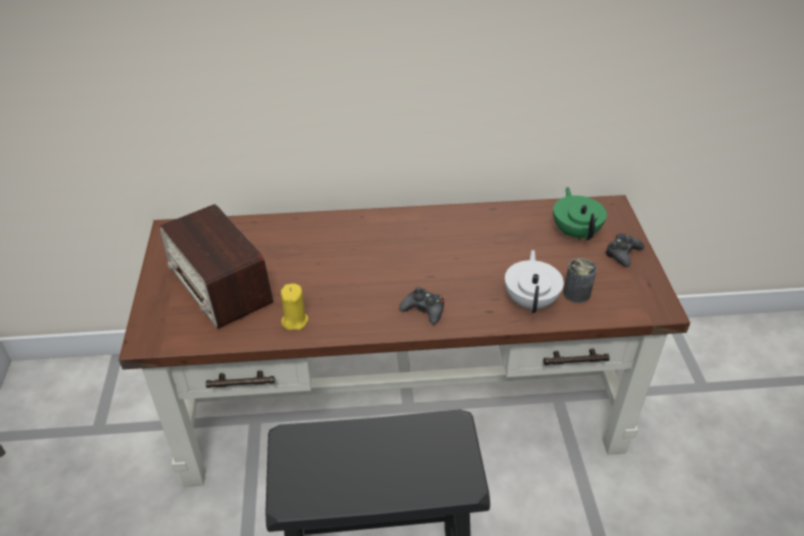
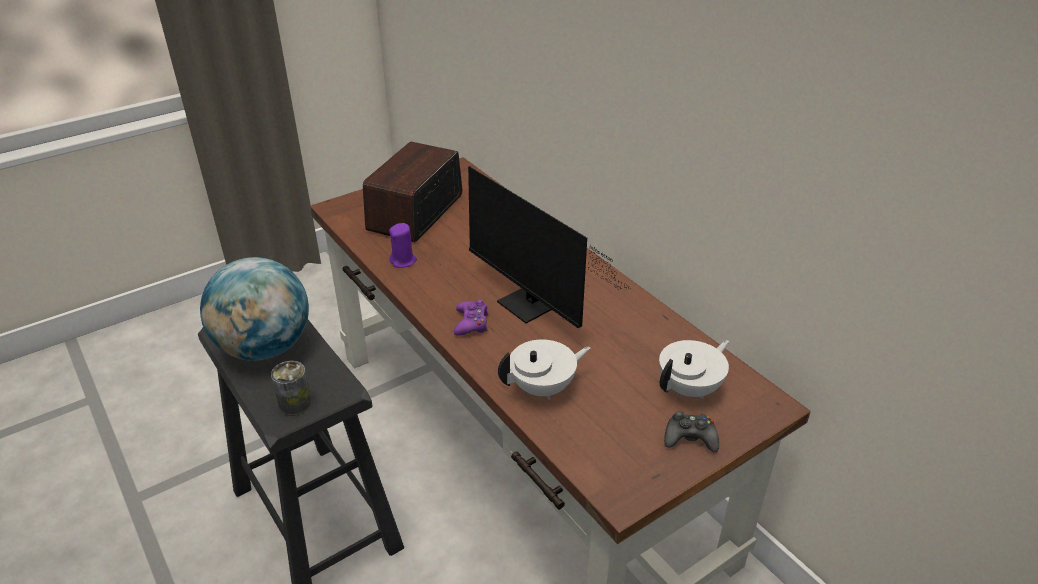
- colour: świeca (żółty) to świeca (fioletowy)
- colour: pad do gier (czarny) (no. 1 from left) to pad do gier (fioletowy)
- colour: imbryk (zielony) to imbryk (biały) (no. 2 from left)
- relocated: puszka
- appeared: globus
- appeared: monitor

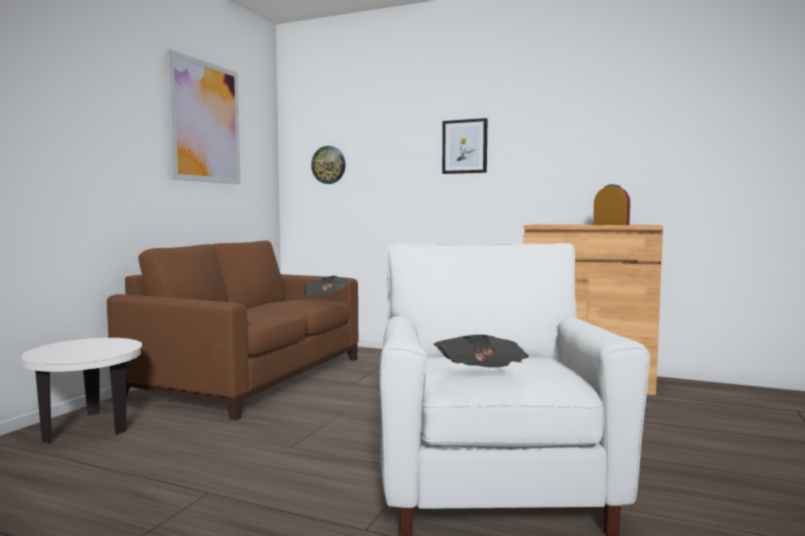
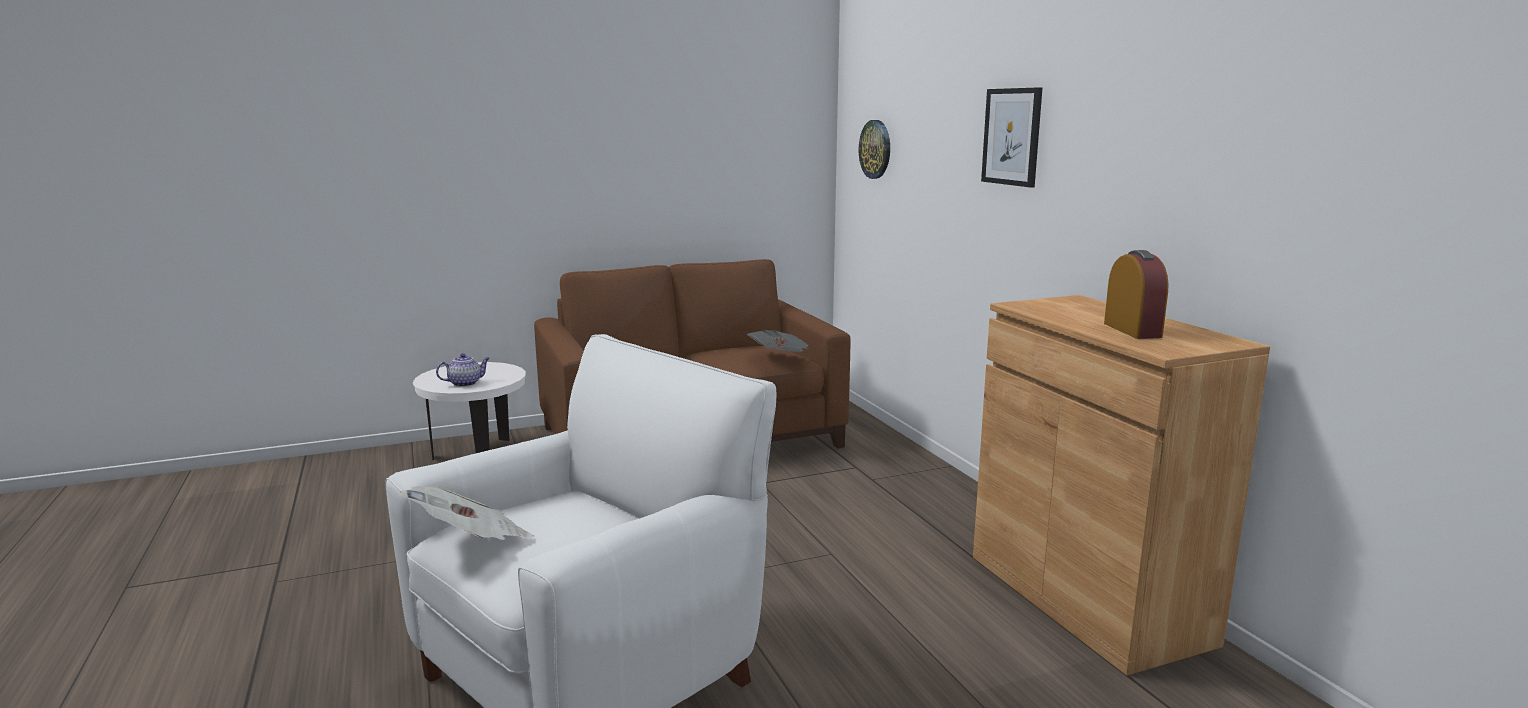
- missing: obraz (no. 1 from left)
- appeared: imbryk

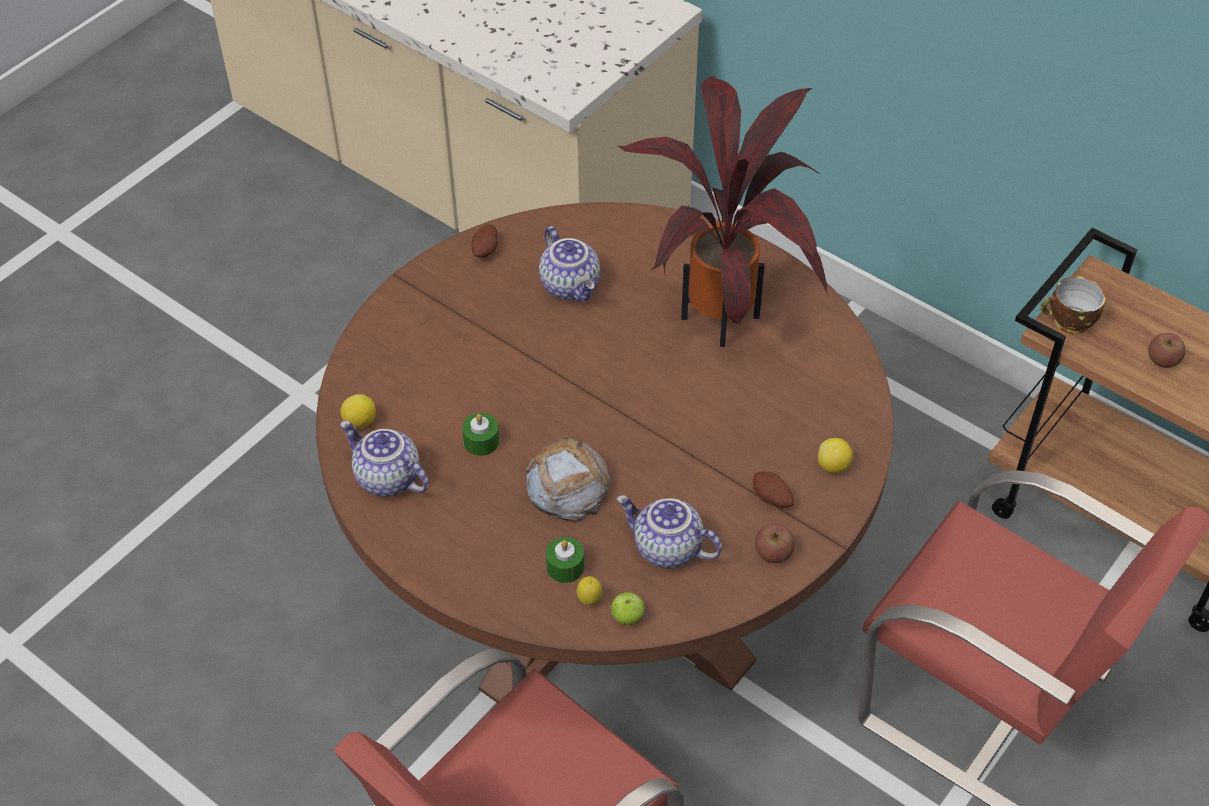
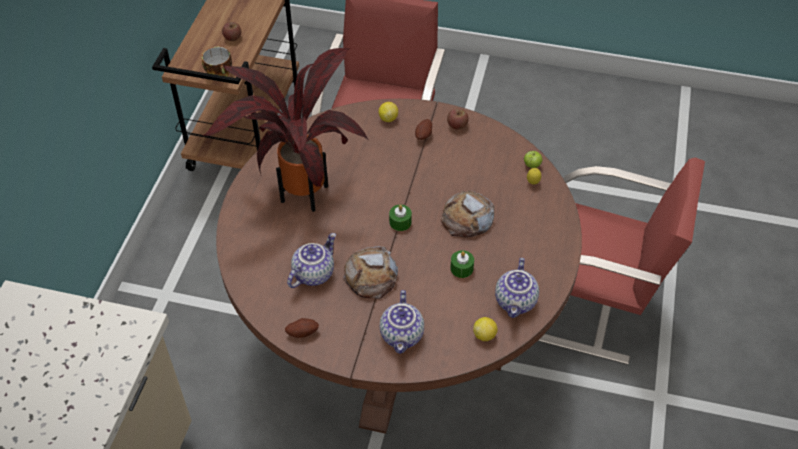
- relocated: świeca (zielony) (no. 2 from left in the first image) to świeca (zielony) (no. 1 from left)
- relocated: imbryk (no. 3 from left in the first image) to imbryk (no. 2 from left)
- appeared: chleb (no. 1 from left)

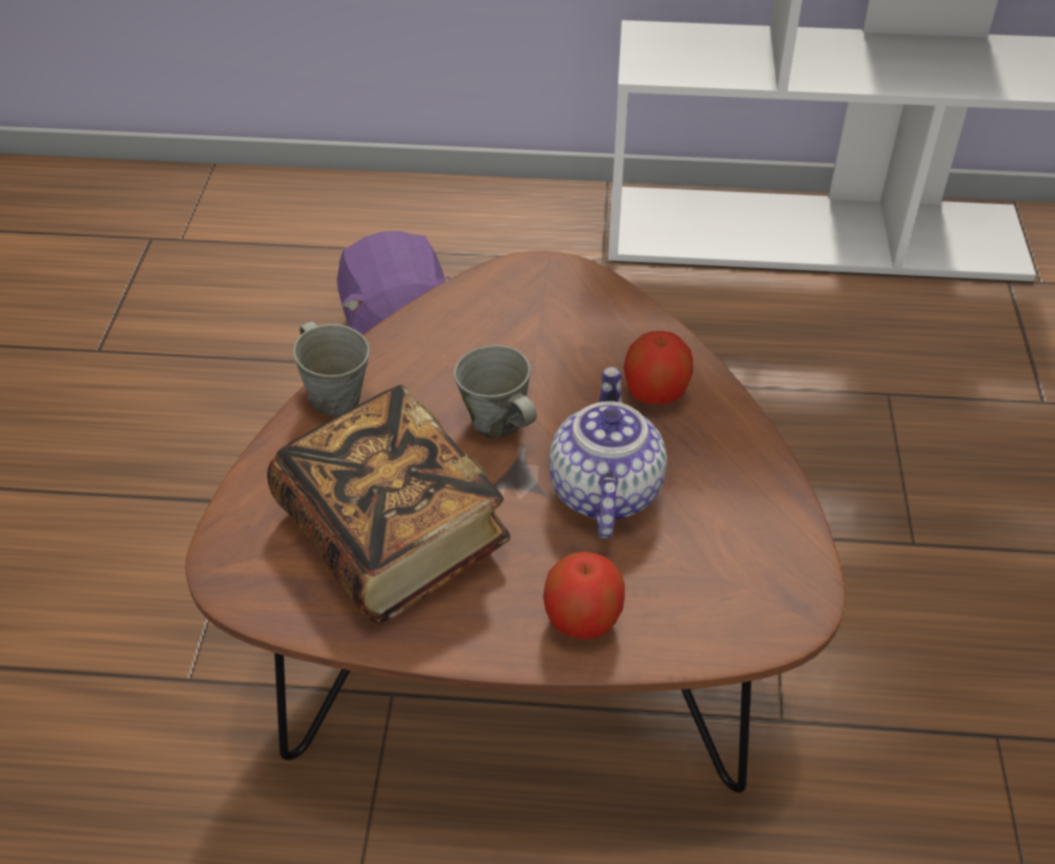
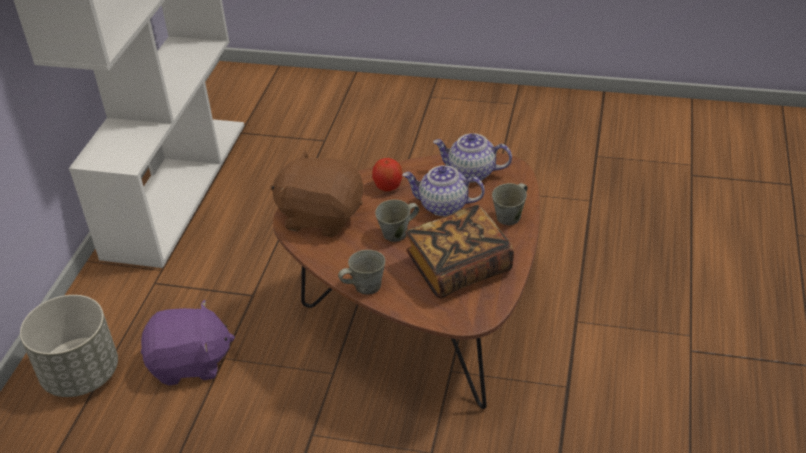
- exchanged: jabłko (no. 1 from left) to kubek (szary) (no. 3 from left)
- appeared: donica (szary)
- appeared: pluszak (brązowy)
- appeared: imbryk (no. 2 from left)

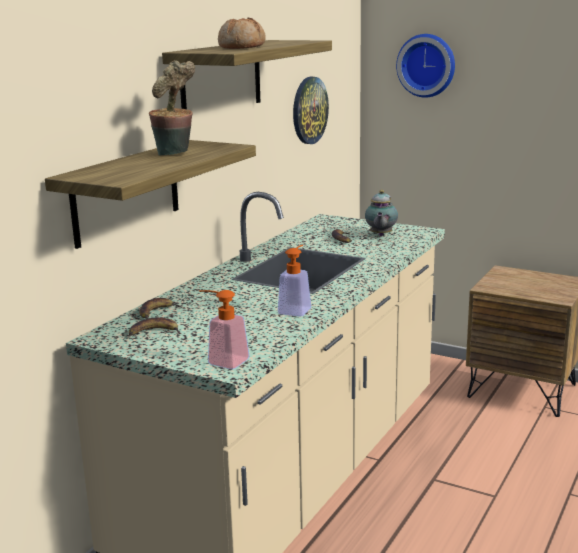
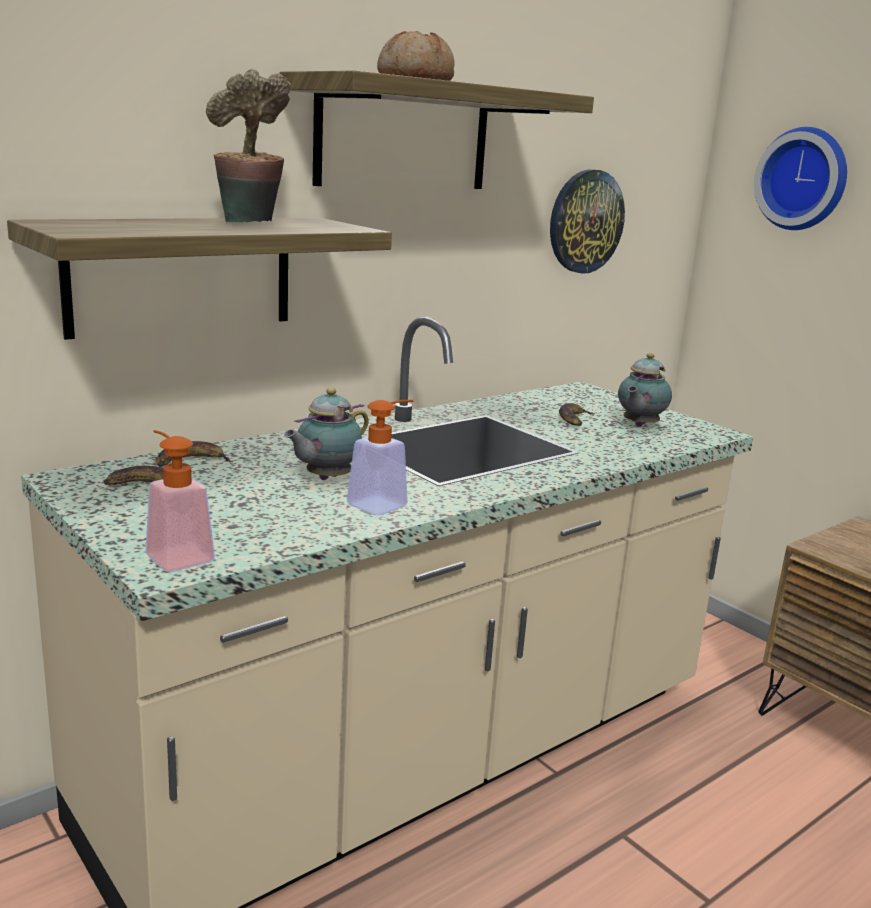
- appeared: imbryk (no. 1 from left)

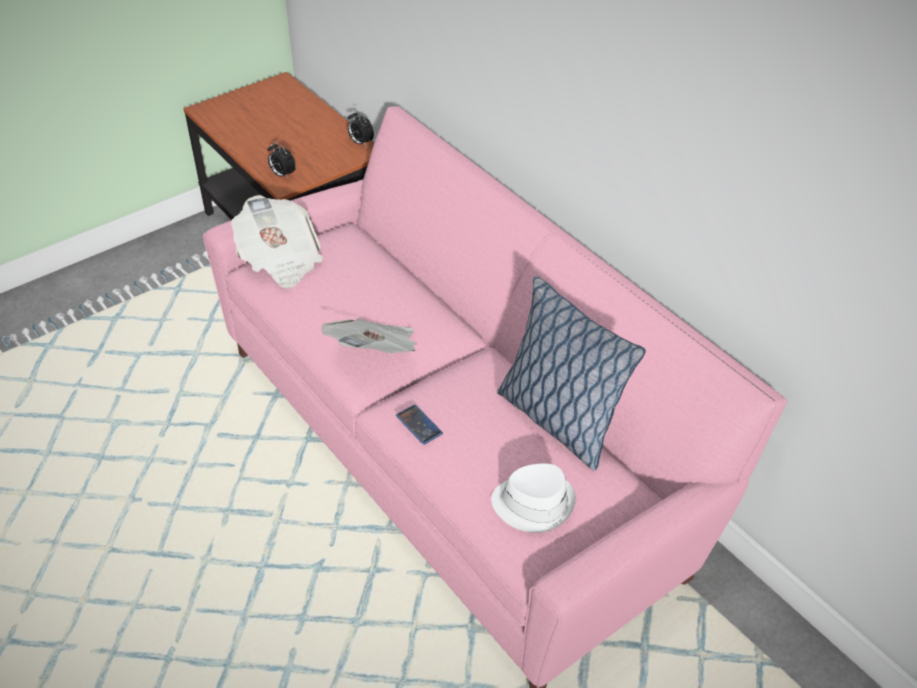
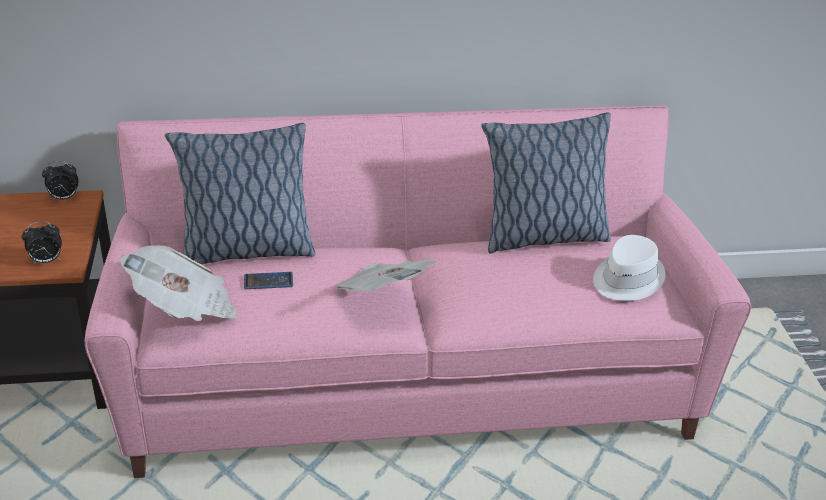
- relocated: telefon
- appeared: poduszka (no. 1 from left)

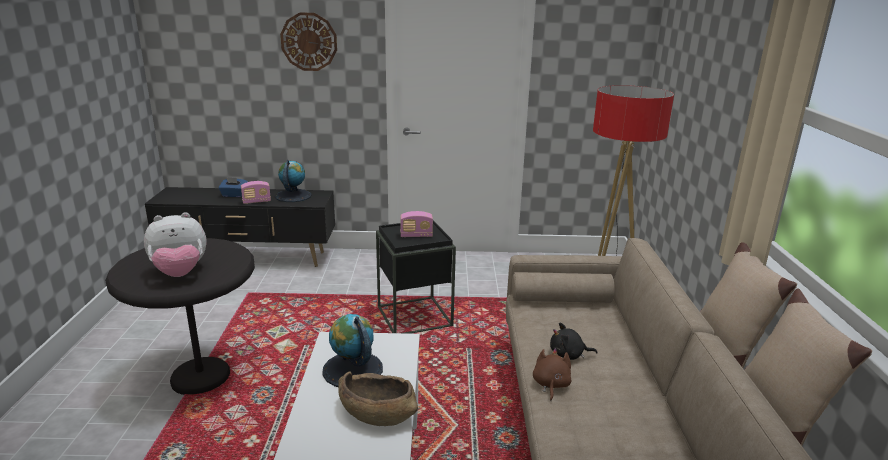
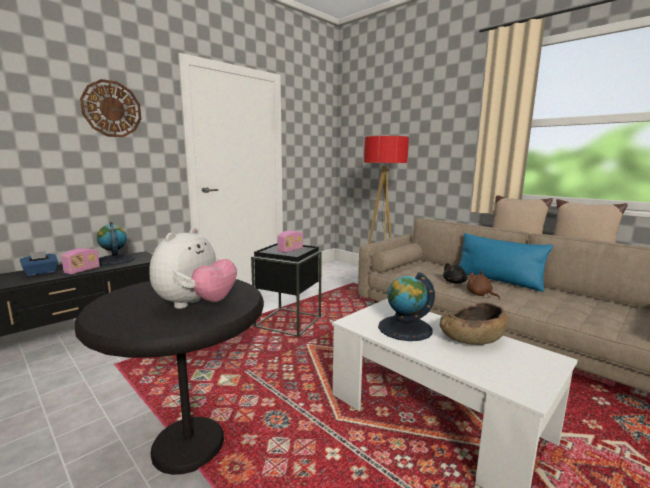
- appeared: poduszka (niebieski)

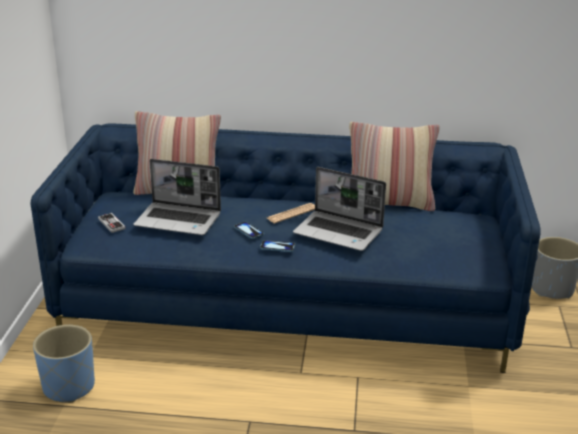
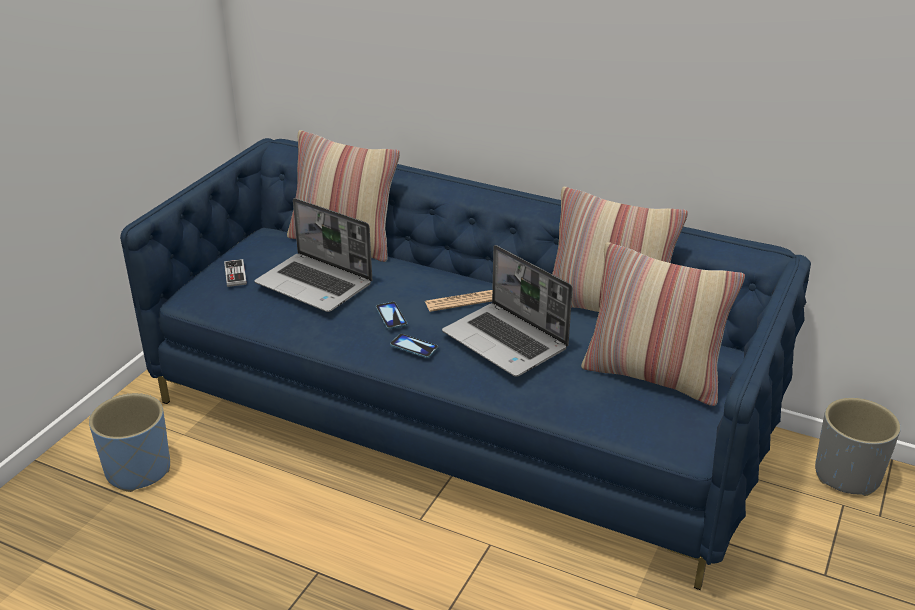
- appeared: poduszka (no. 3 from left)

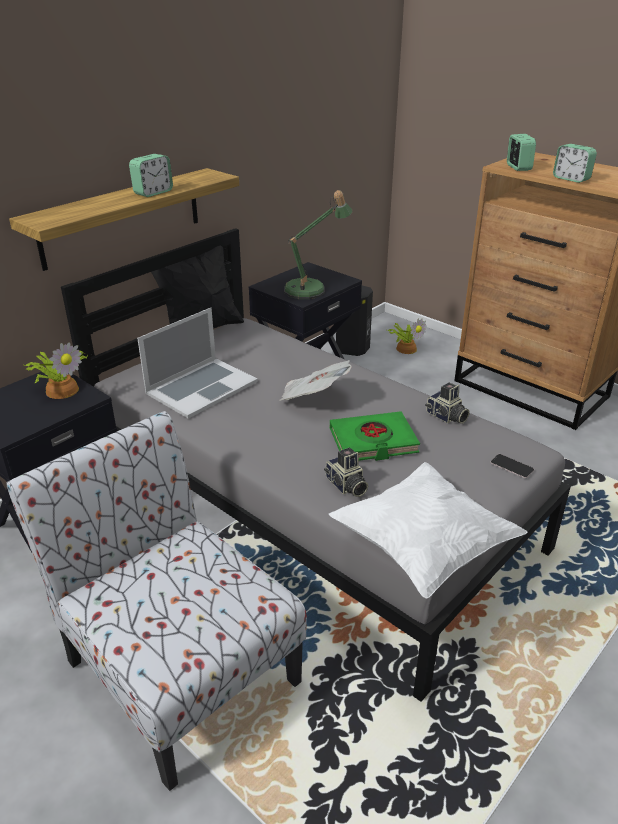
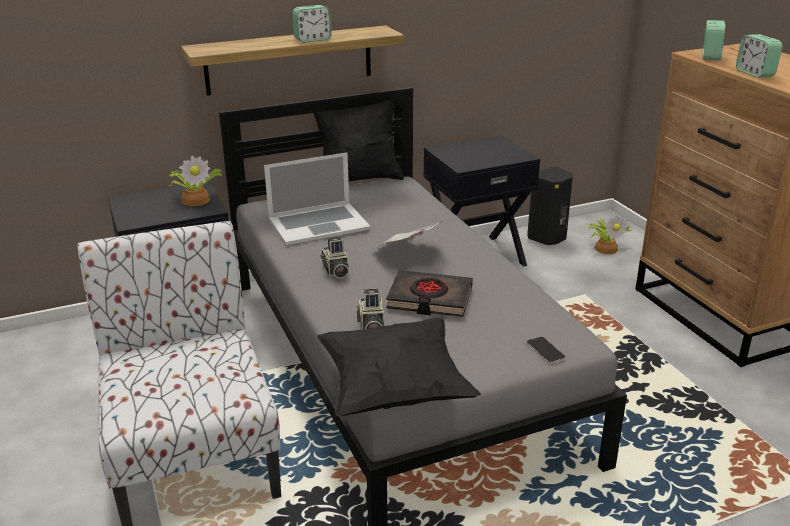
- missing: lampa stołowa
- colour: poduszka (biały) to poduszka (czarny) (no. 2 from left)
- colour: książka (zielony) to książka (czarny)
- relocated: aparat fotograficzny (no. 2 from left in the first image) to aparat fotograficzny (no. 1 from left)

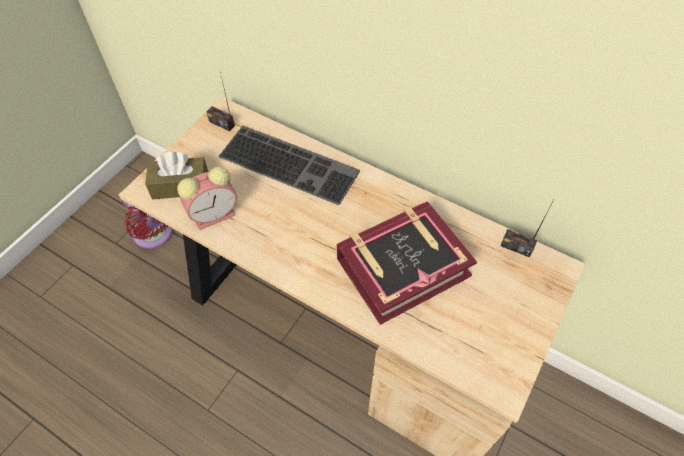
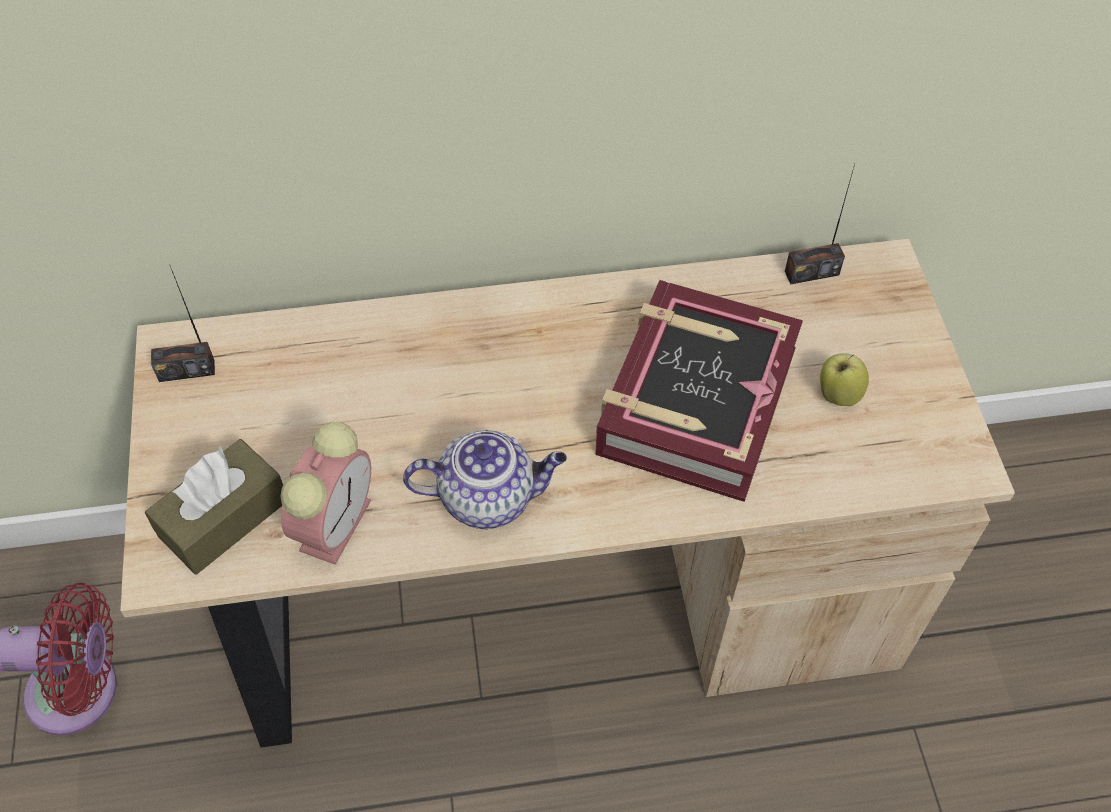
- missing: klawiatura
- appeared: imbryk
- appeared: jabłko

